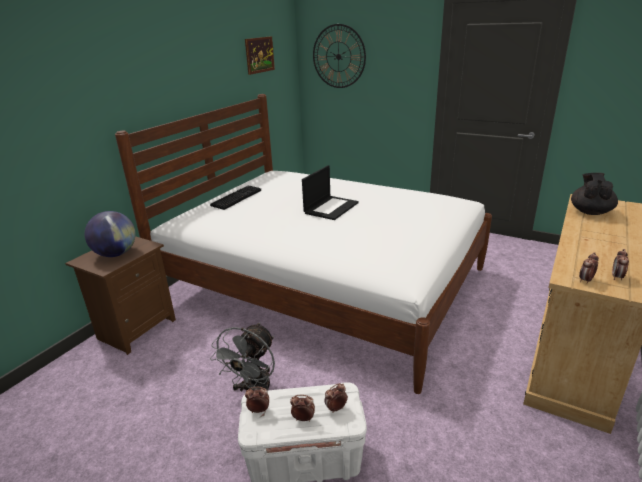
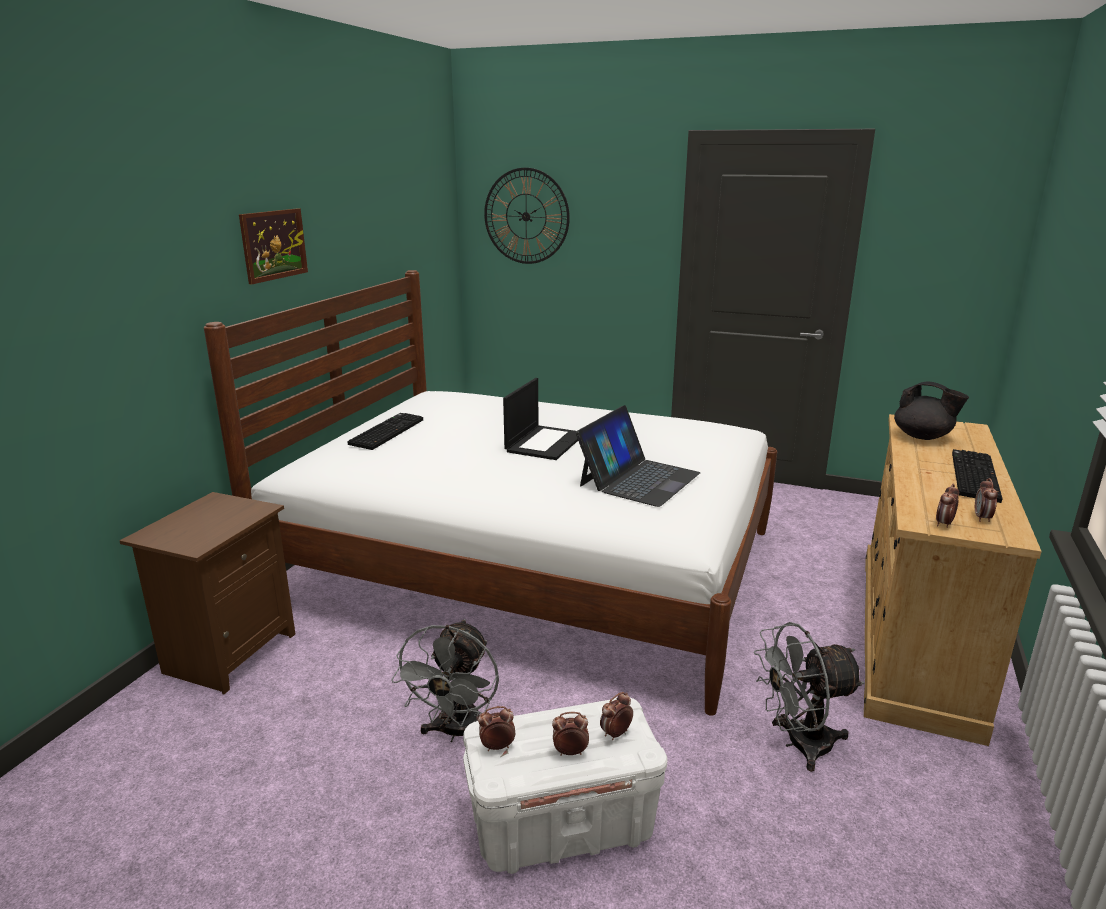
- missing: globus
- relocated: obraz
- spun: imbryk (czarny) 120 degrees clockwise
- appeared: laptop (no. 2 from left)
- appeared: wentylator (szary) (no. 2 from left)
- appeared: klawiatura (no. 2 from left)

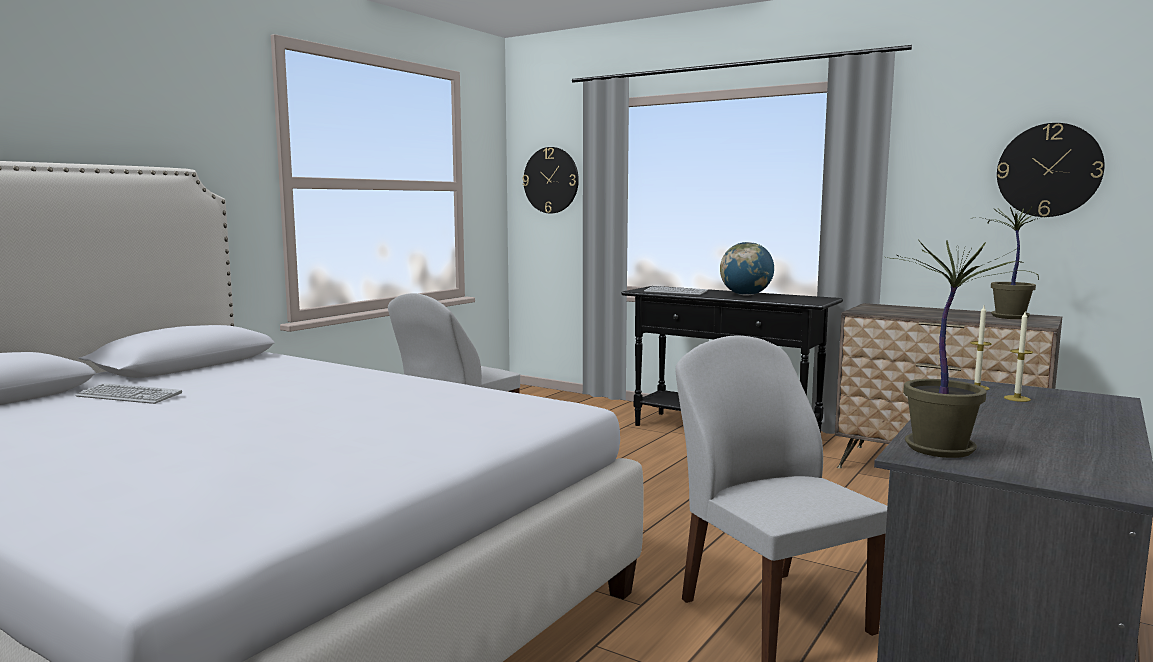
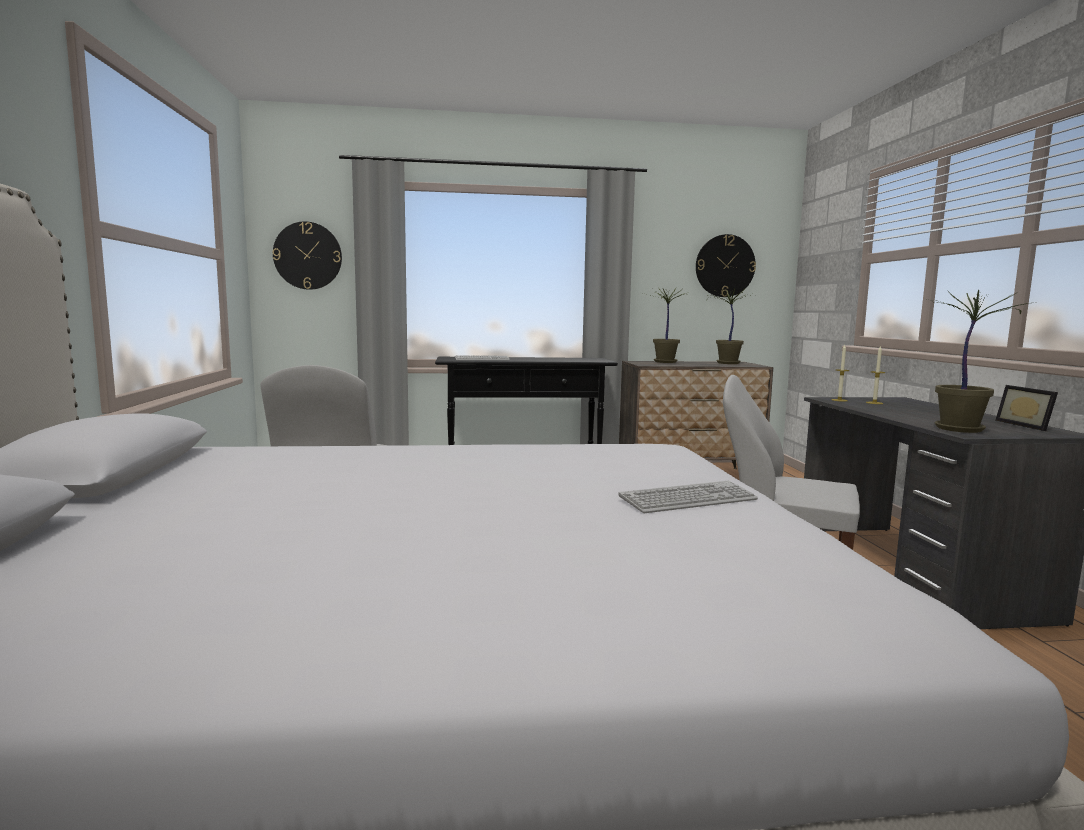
- relocated: klawiatura (no. 1 from left in the first image) to klawiatura (no. 2 from left)
- missing: globus
- appeared: roślina doniczkowa (no. 1 from left)
- appeared: ramka na zdjęcie

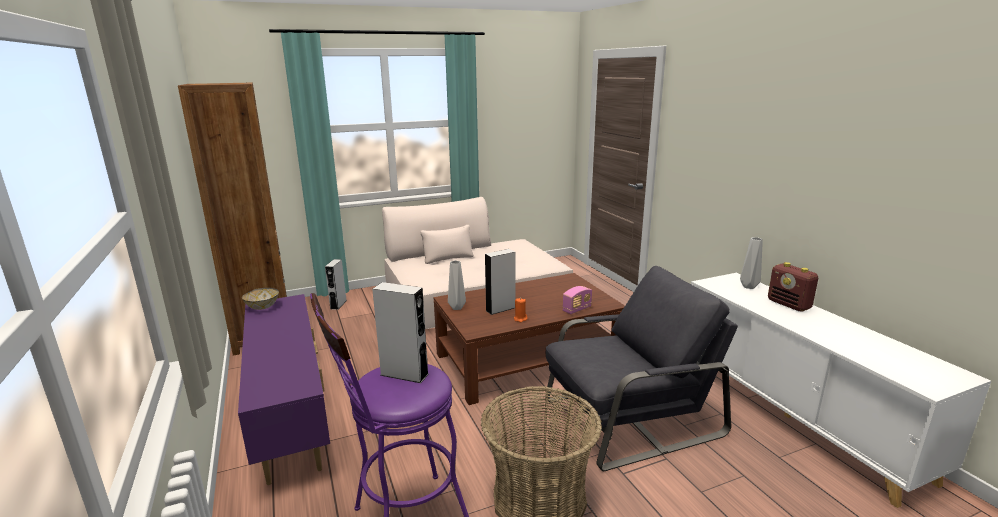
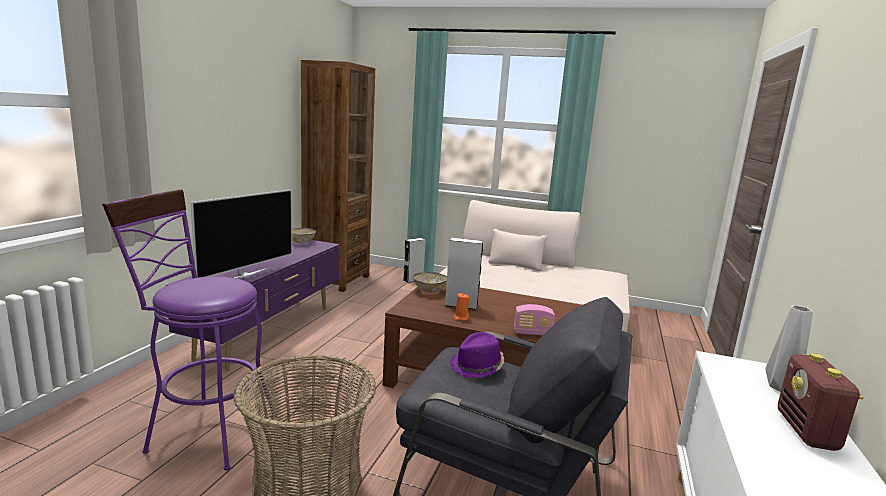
- missing: głośnik (szary) (no. 2 from left)
- exchanged: wazon (szary) (no. 1 from left) to miska (no. 2 from left)
- appeared: telewizor
- appeared: kapelusz (fioletowy)

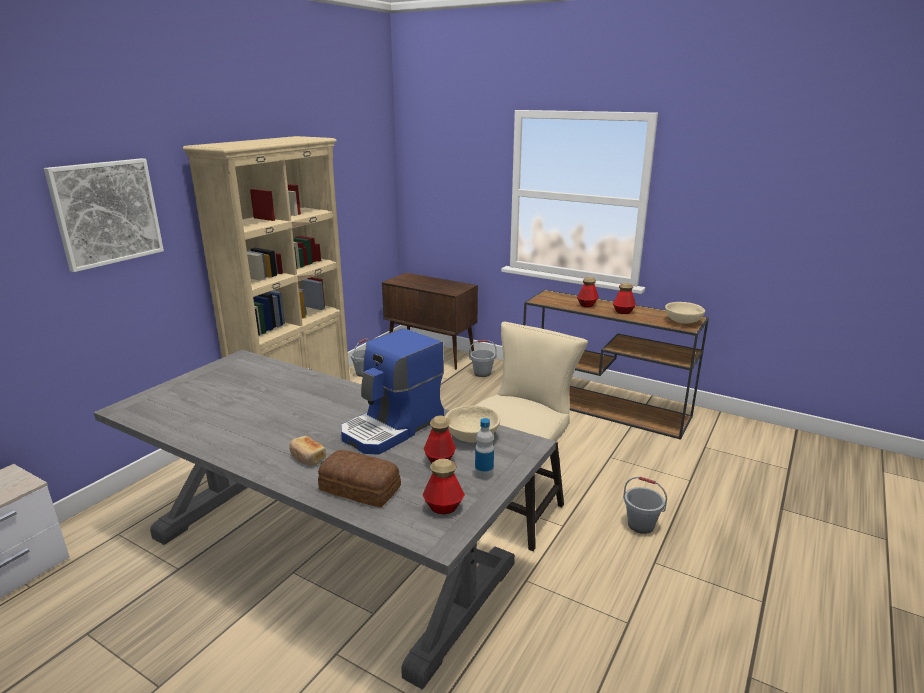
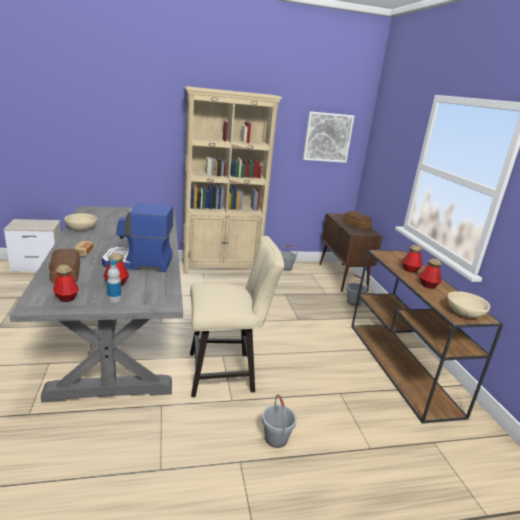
- relocated: obraz
- relocated: miska (beżowy) (no. 1 from left)
- appeared: chleb (no. 3 from left)

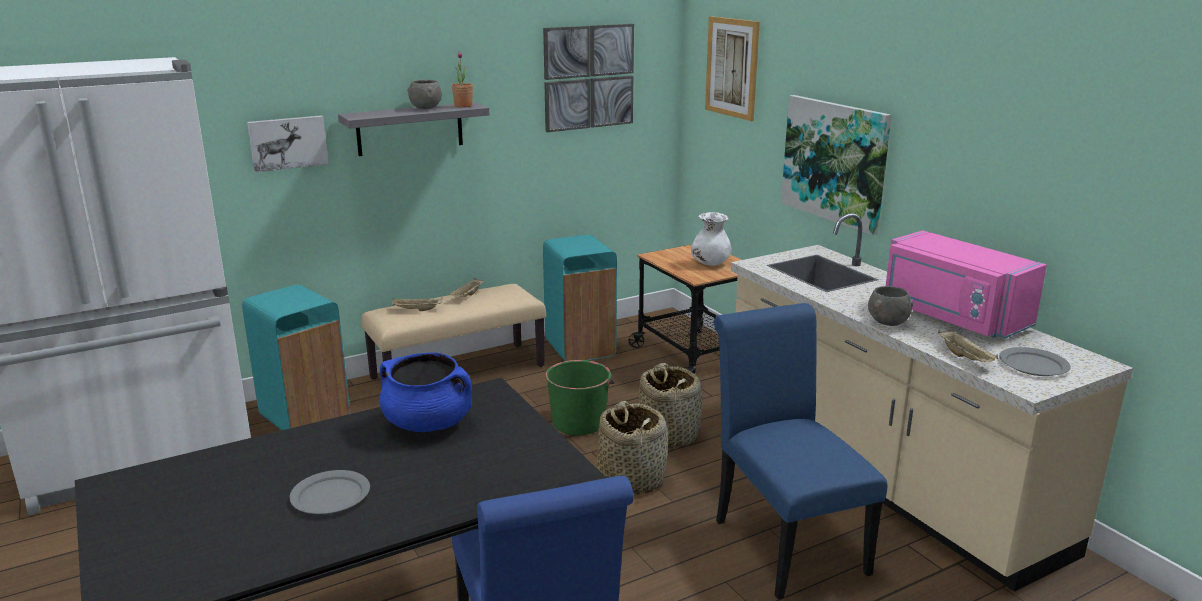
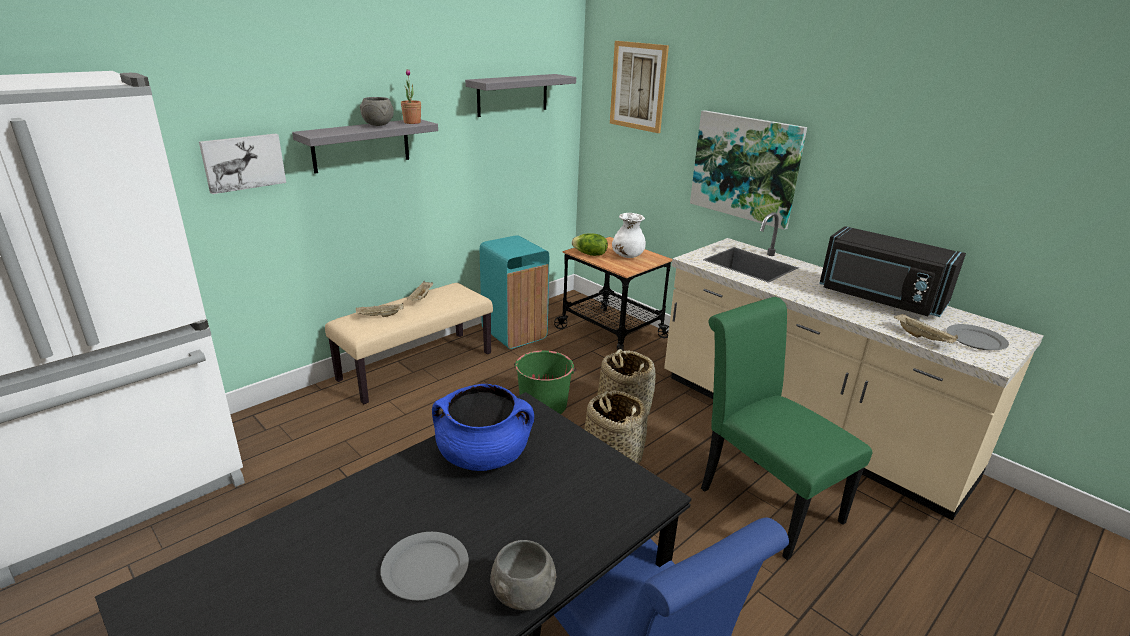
- missing: kosz na śmieci (turkusowy) (no. 1 from left)
- exchanged: obraz (no. 2 from left) to półka (szary) (no. 2 from left)
- colour: krzesło (niebieski) (no. 2 from left) to krzesło (zielony)
- relocated: miska (szary) (no. 2 from left)
- colour: mikrofalówka (różowy) to mikrofalówka (czarny)
- appeared: sałata

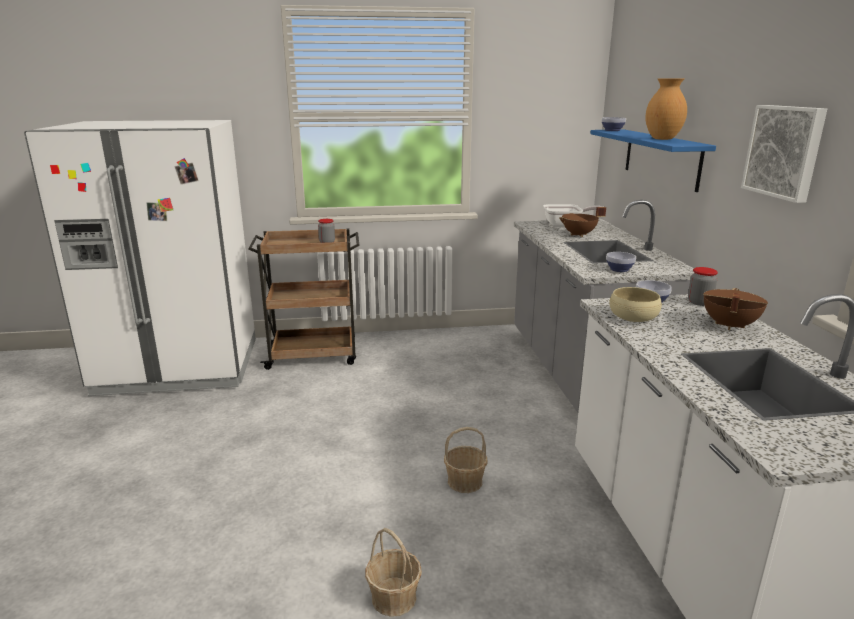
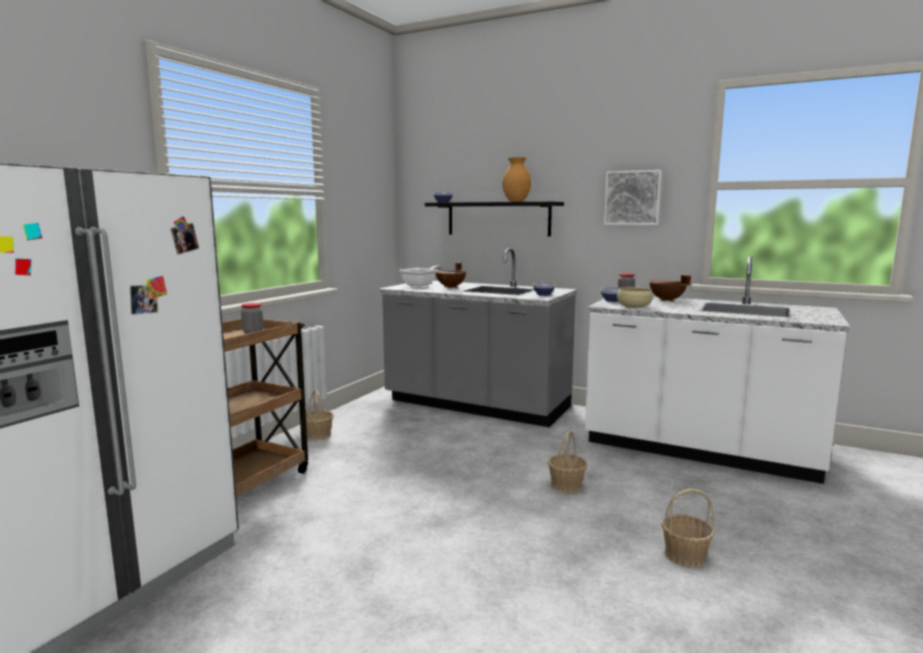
- colour: półka (niebieski) to półka (czarny)
- appeared: koszyk (no. 1 from left)

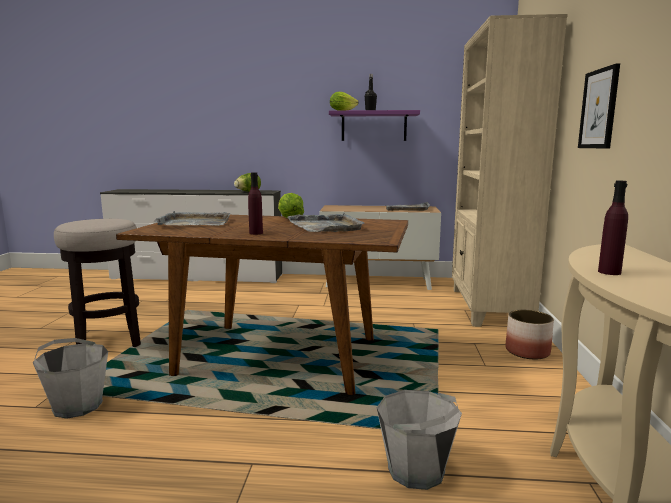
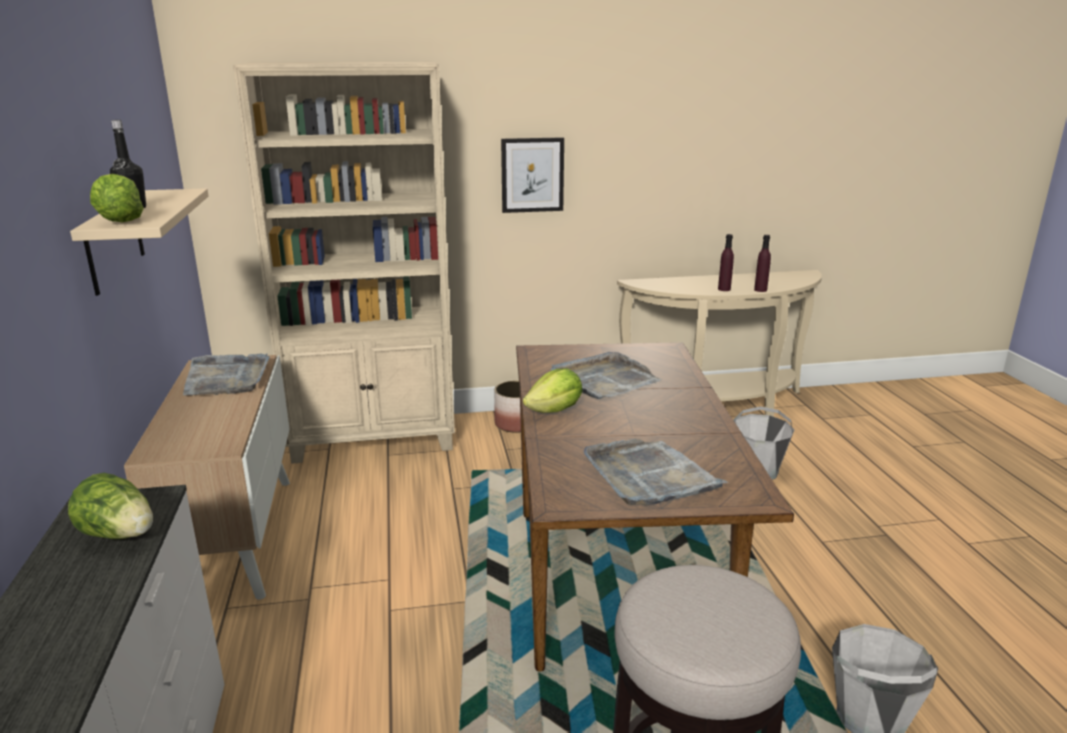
- relocated: butelka (fioletowy) (no. 1 from left in the first image) to butelka (fioletowy) (no. 2 from left)
- colour: półka (fioletowy) to półka (beżowy)

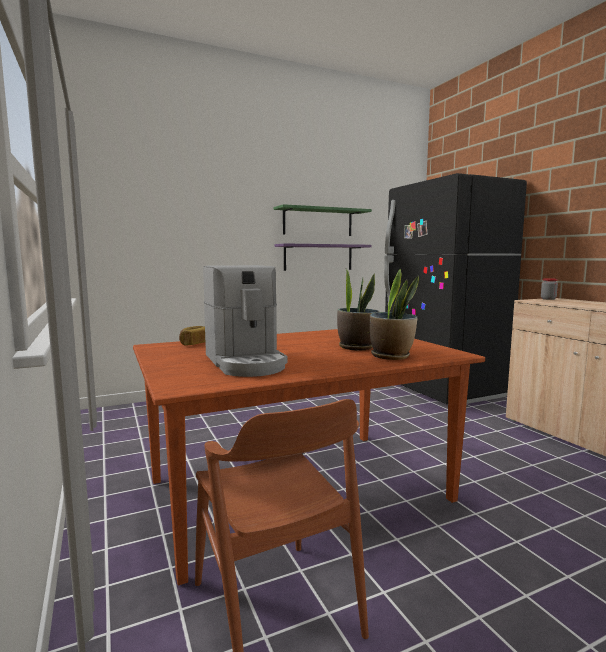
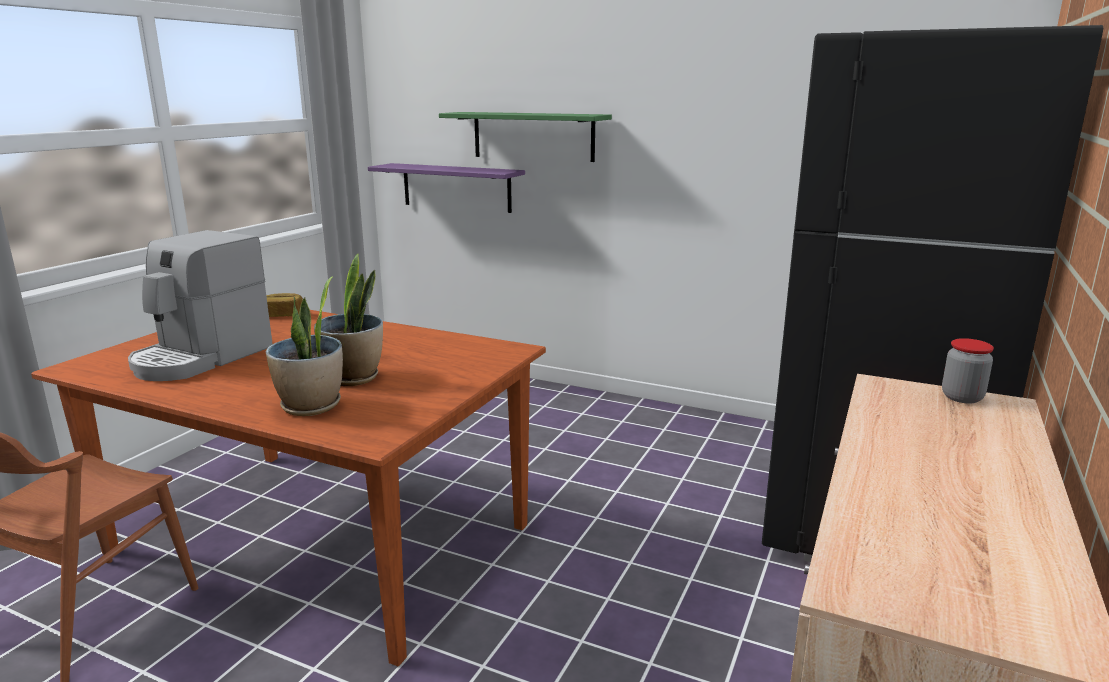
- relocated: półka (zielony)
- relocated: półka (fioletowy)

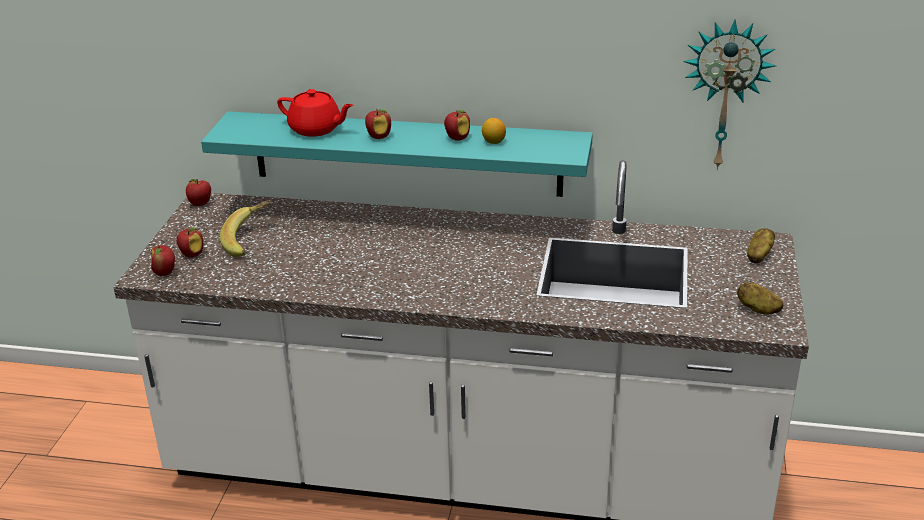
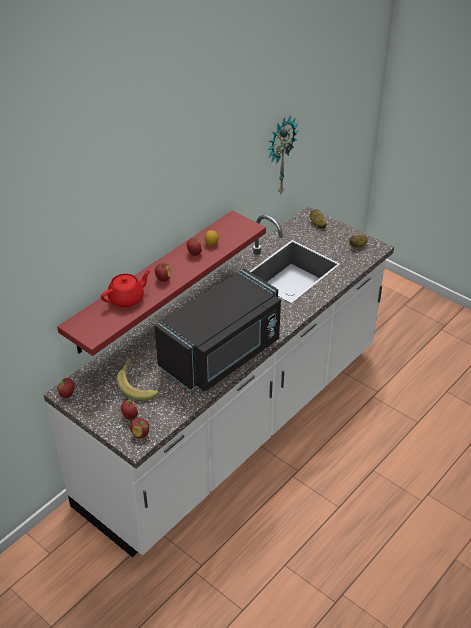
- colour: półka (turkusowy) to półka (czerwony)
- appeared: mikrofalówka (czarny)

